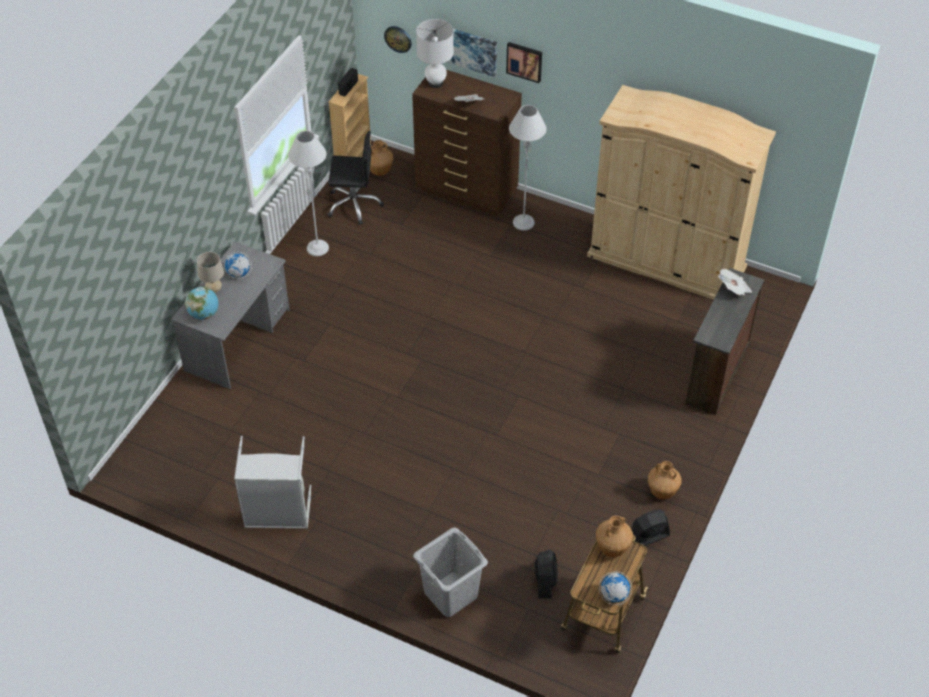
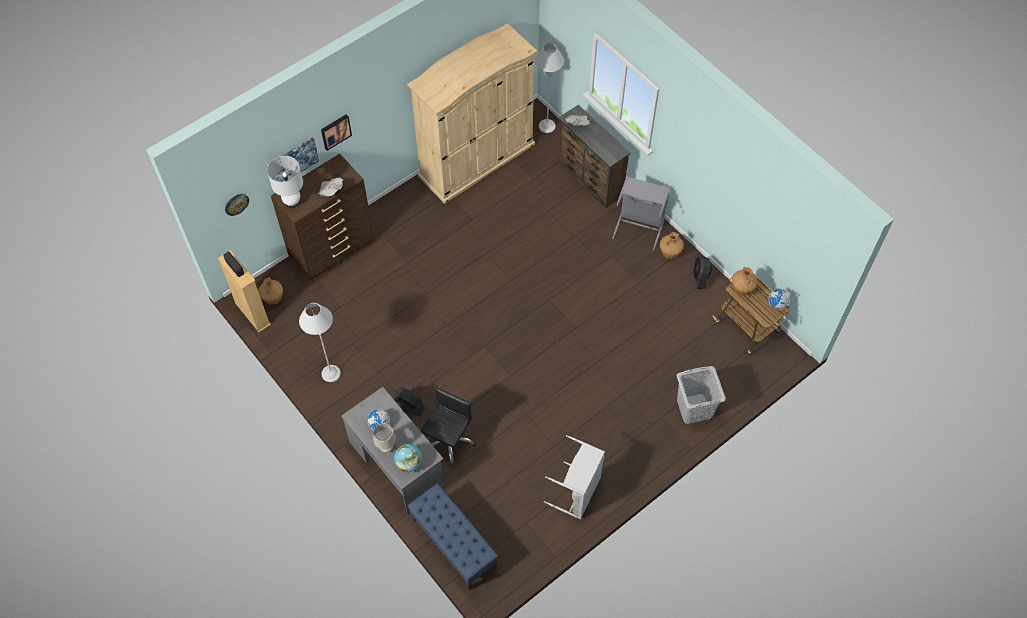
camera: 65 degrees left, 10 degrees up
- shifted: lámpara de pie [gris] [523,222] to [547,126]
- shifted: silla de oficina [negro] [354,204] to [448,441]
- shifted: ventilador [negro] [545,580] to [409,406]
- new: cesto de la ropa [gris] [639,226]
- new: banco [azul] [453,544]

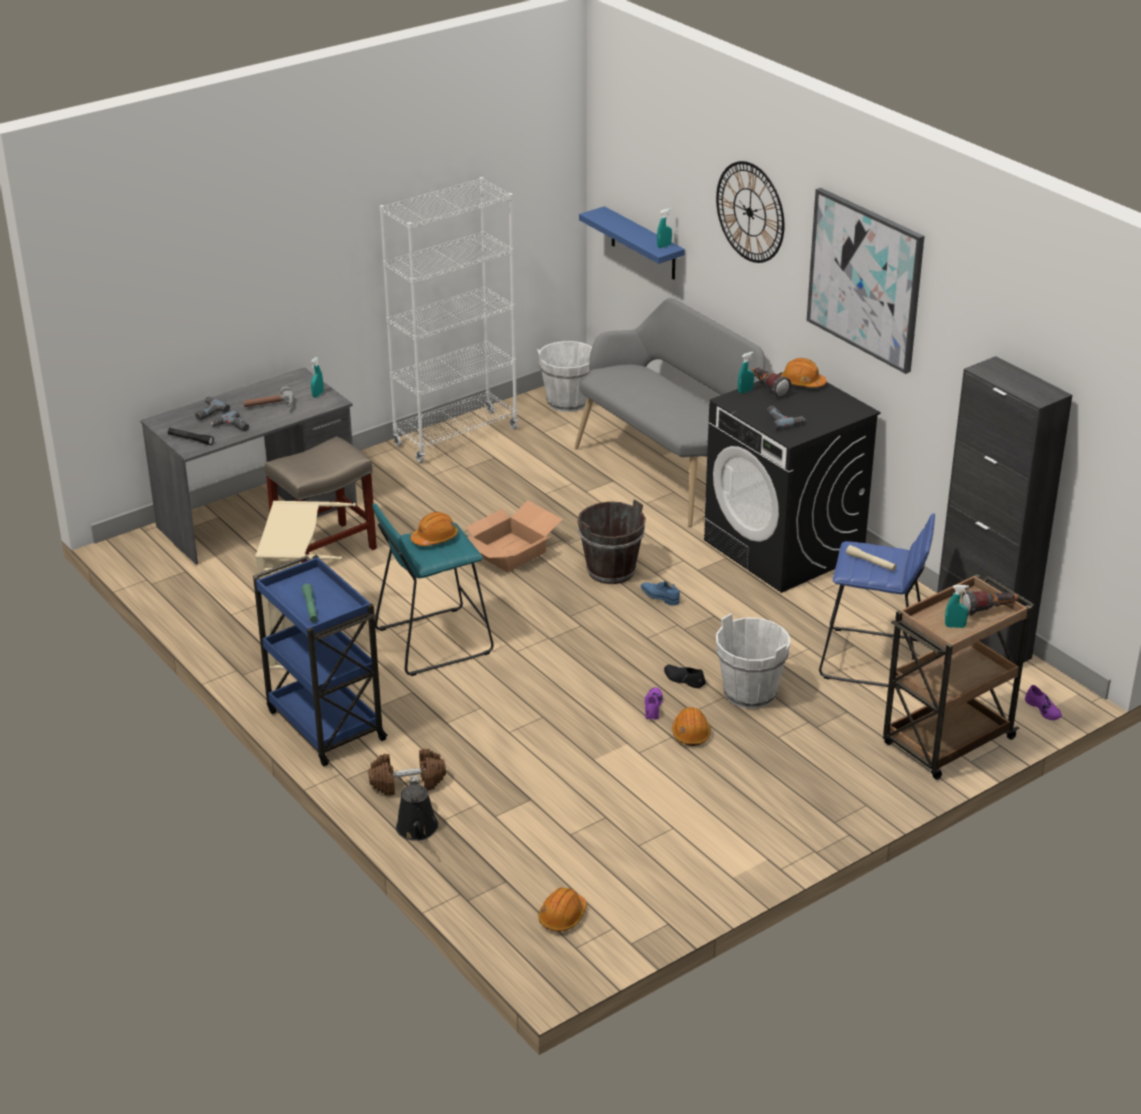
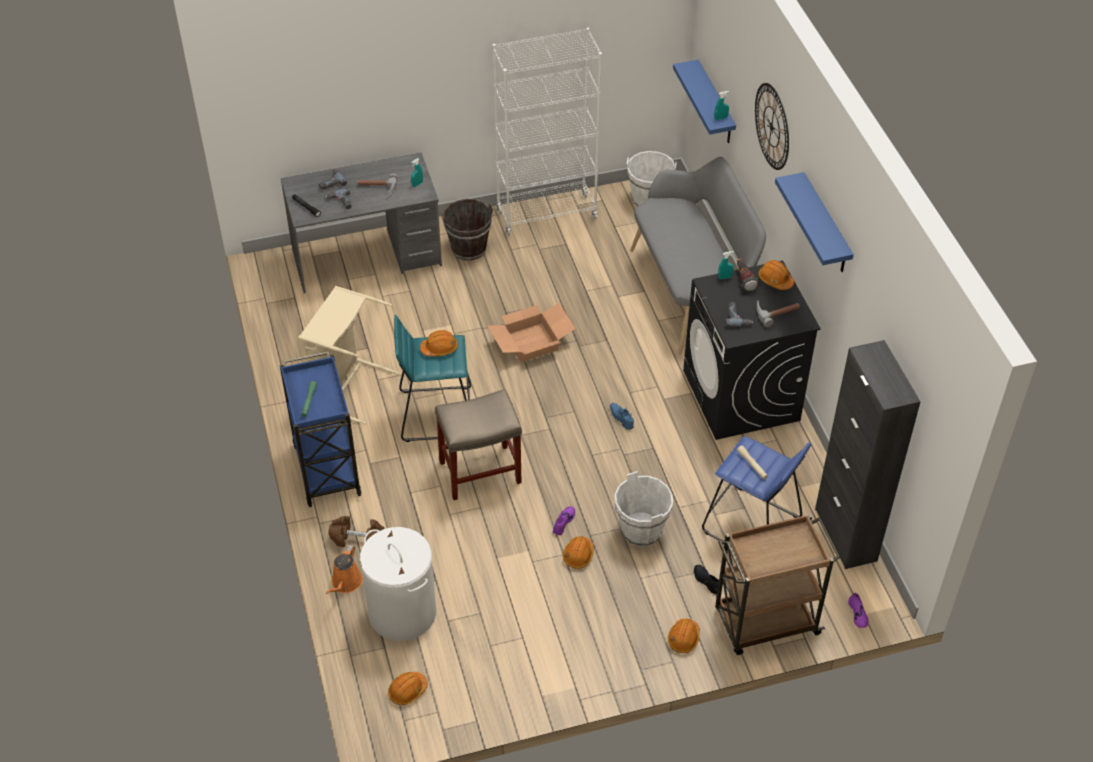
camera: 20 degrees right, 15 degrees up
- swapped: cuadro [865,279] to estante [azul] [826,225]
- shifted: taburete [beis] [326,549] to [481,471]
- shifted: cubo [marrón] [611,571] to [469,248]
- gone: pulverizador [turquesa] [955,626]
- gone: linterna [989,611]
- shifted: zapato [negro] [684,679] to [706,581]
- repainted: regadera [negro] [417,830] to regadera [naranja] [345,583]
- new: martillo [776,312]
- new: cesto de la ropa [blanco] [402,613]
- new: casco [naranja] [683,638]

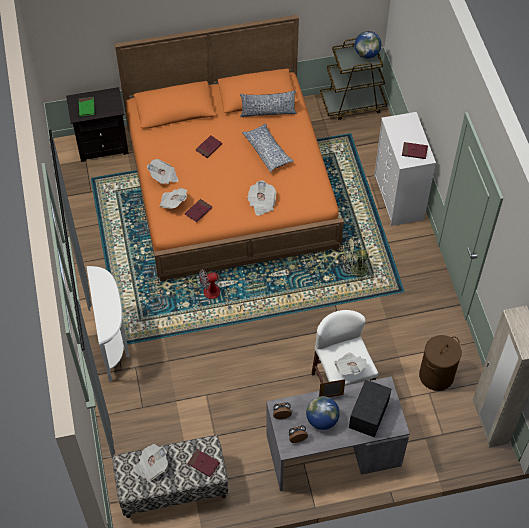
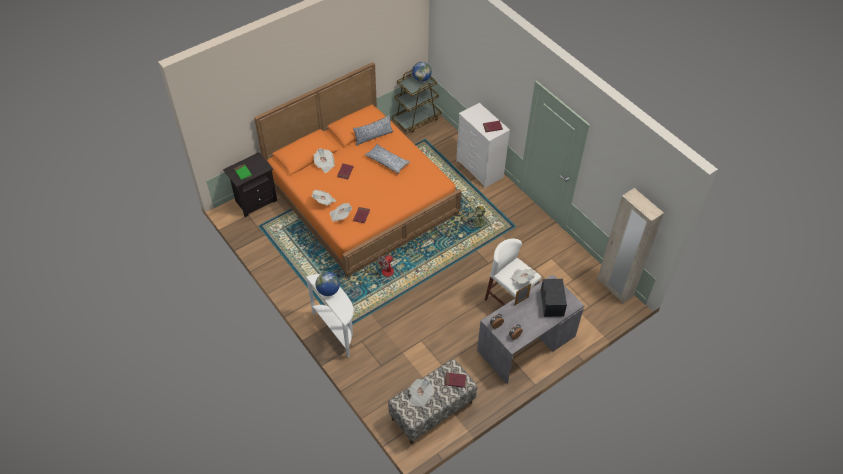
camera: 25 degrees left, 5 degrees down
- shifted: periódico [261,203] to [324,164]
- gone: cesto de la ropa [marrón] [436,375]
- shifted: globo terráqueo [322,420] to [328,290]

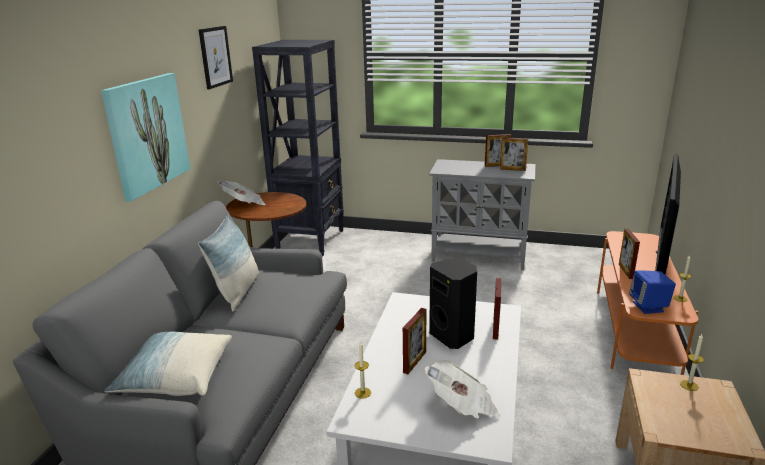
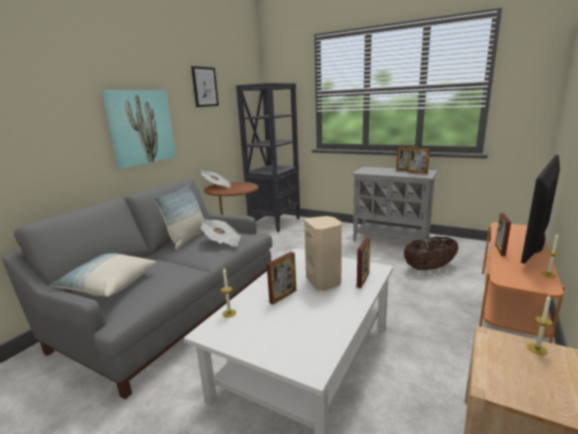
camera: 15 degrees right, 5 degrees down
- repainted: altavoz [negro] [453,336] to altavoz [beis] [324,282]
- gone: altavoz [azul] [648,307]
- shifted: periódico [462,406] to [222,242]
- new: cesta [429,268]

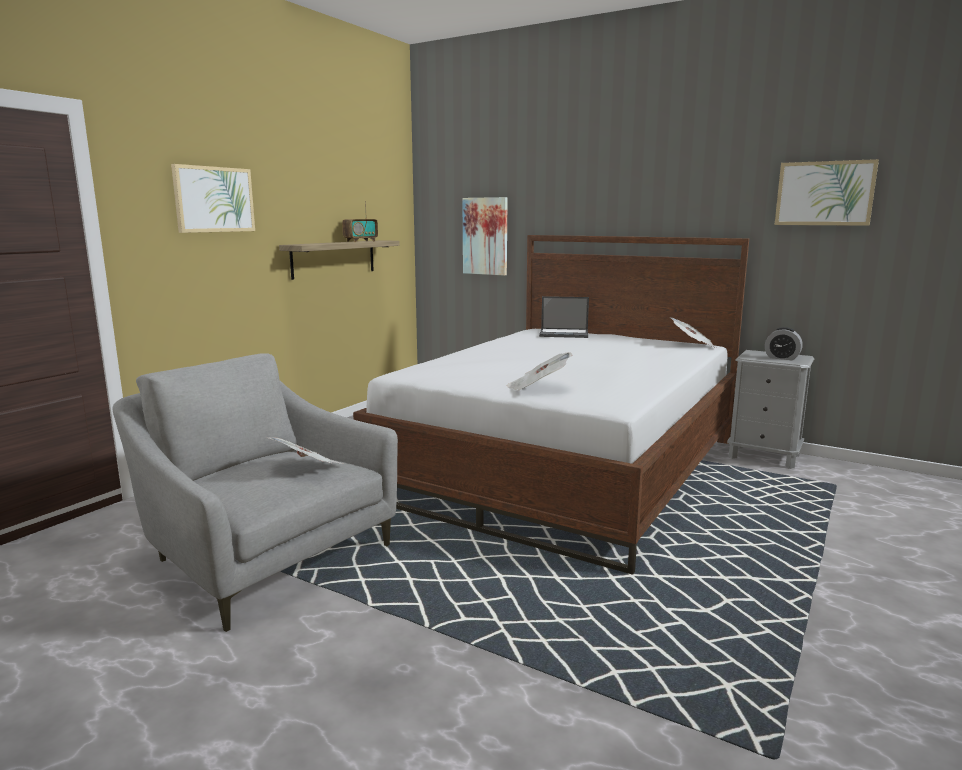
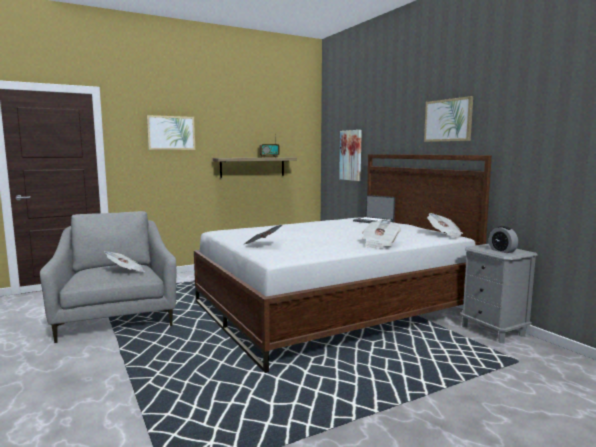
camera: 30 degrees right, 5 degrees down
- shifted: cuadro [824,193] to [448,120]
- new: periódico [379,244]

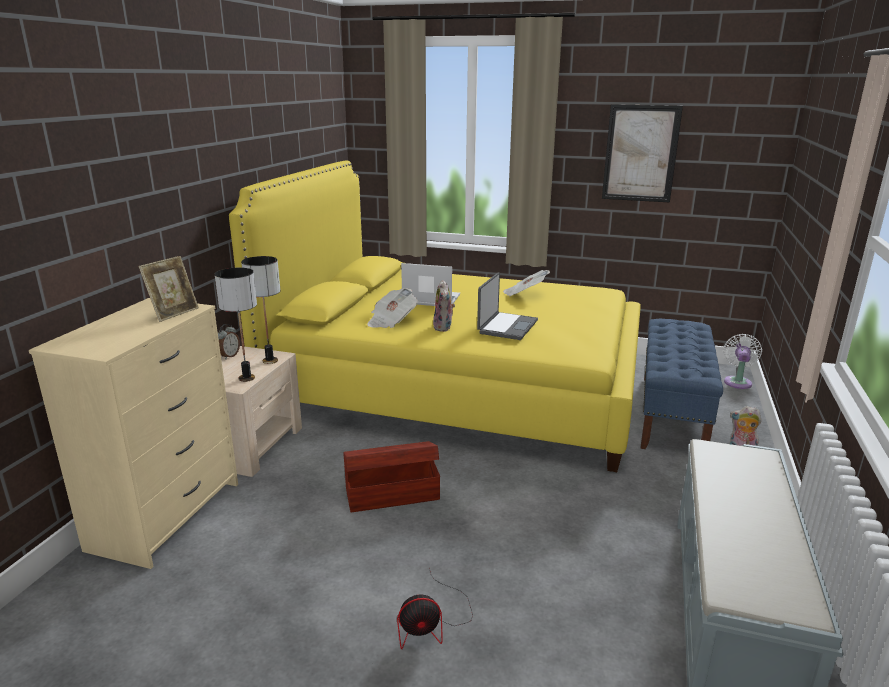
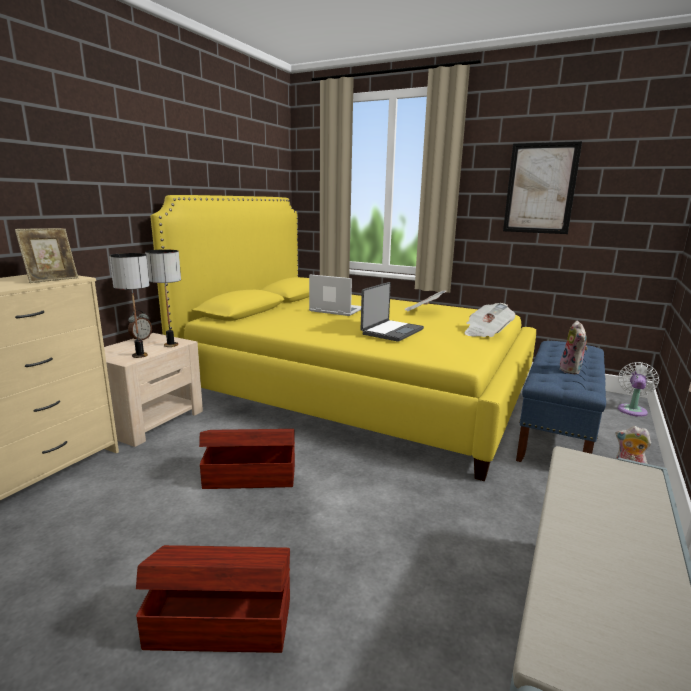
camera: 10 degrees right, 5 degrees down
- shifted: peluche [444,327] to [572,370]
- shifted: periódico [391,321] to [486,333]
- swapped: ventilador [432,623] to caja de almacenaje [marrón] [219,621]

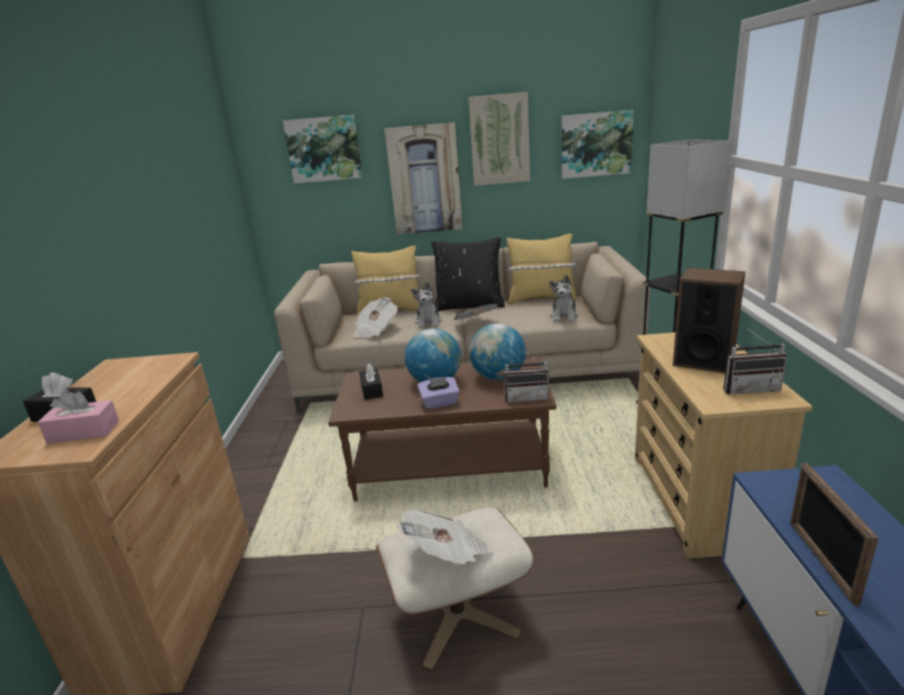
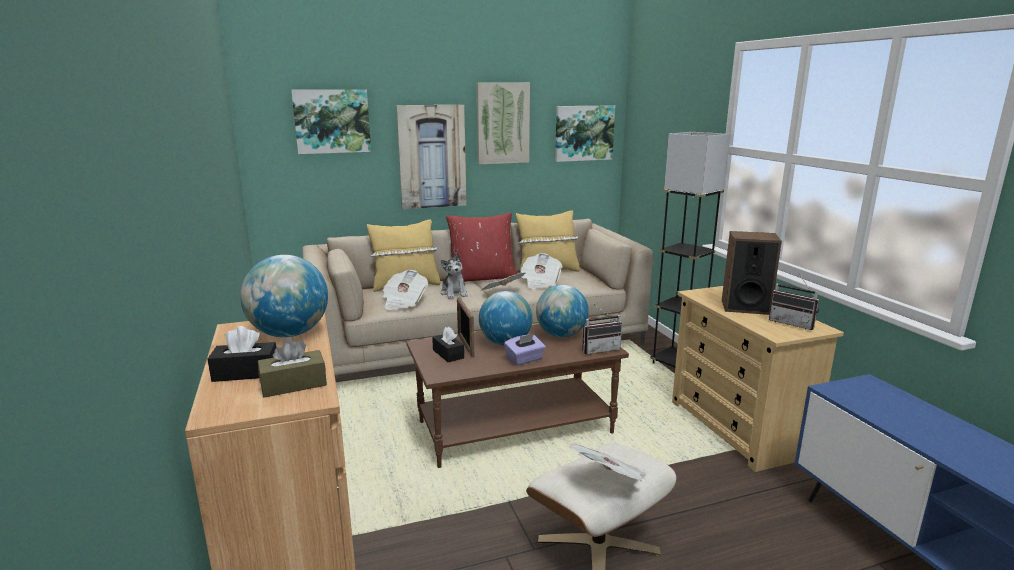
camera: 20 degrees left, 5 degrees down
- repainted: cojín [negro] [469,305] to cojín [rojo] [482,278]
- gone: peluche [564,316]
- rotated: radio [749,388] = [793,323] 60 degrees clockwise
- repainted: caja de pañuelos [rosa] [84,432] to caja de pañuelos [marrón] [293,384]
- shifted: portarretratos [821,561] to [465,345]
- new: periódico [540,282]
- new: globo terráqueo [289,334]

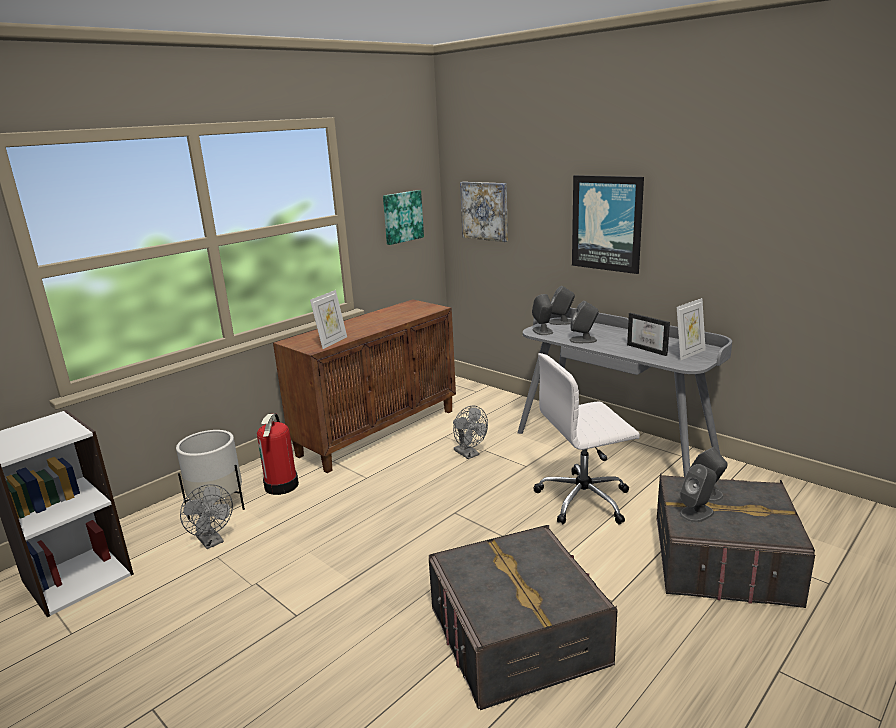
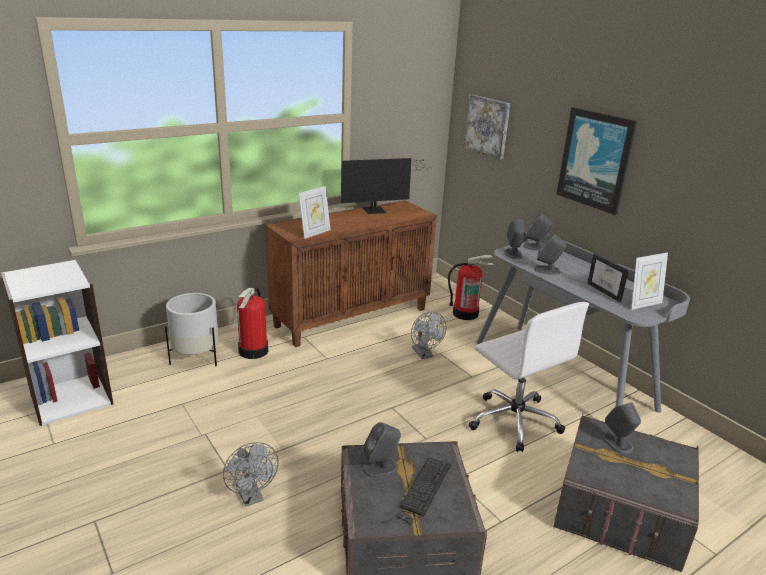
camera: 10 degrees right, 5 degrees up
- gone: cuadro [402,217]
- rotated: silla de oficina [blanco] [585,499] = [514,420] 120 degrees counterclockwise
- shifted: altavoz [gris] [697,513] to [381,467]
- shifted: ventilador [gris] [212,541] to [251,497]
- new: monitor [378,210]
- new: extintor [465,313]
- new: teclado [420,492]

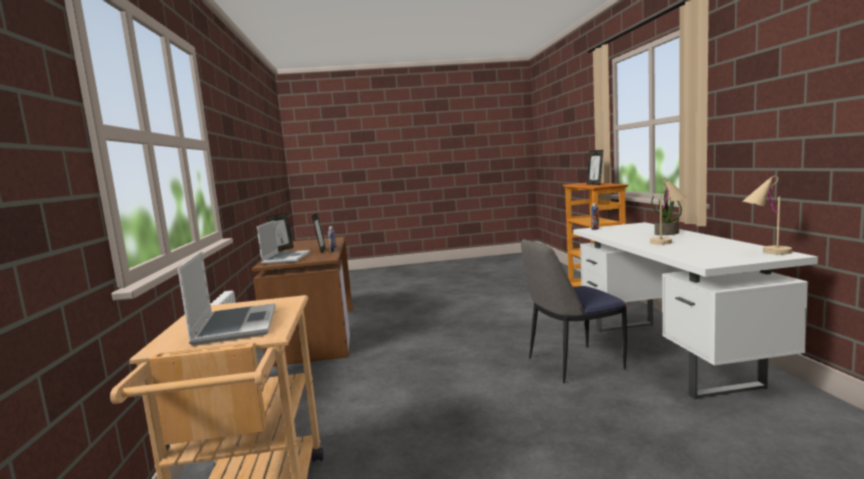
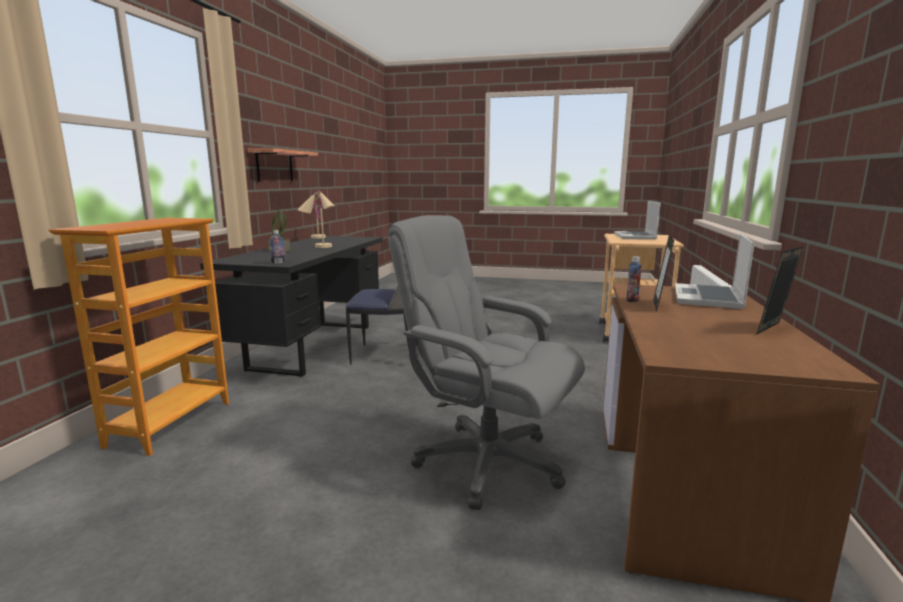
camera: 160 degrees left, 5 degrees up
- gone: portarretratos [595,184]
- repainted: escritorio [blanco] [669,354] to escritorio [negro] [313,346]
- new: estante [274,166]
- new: silla de oficina [gris] [486,462]

